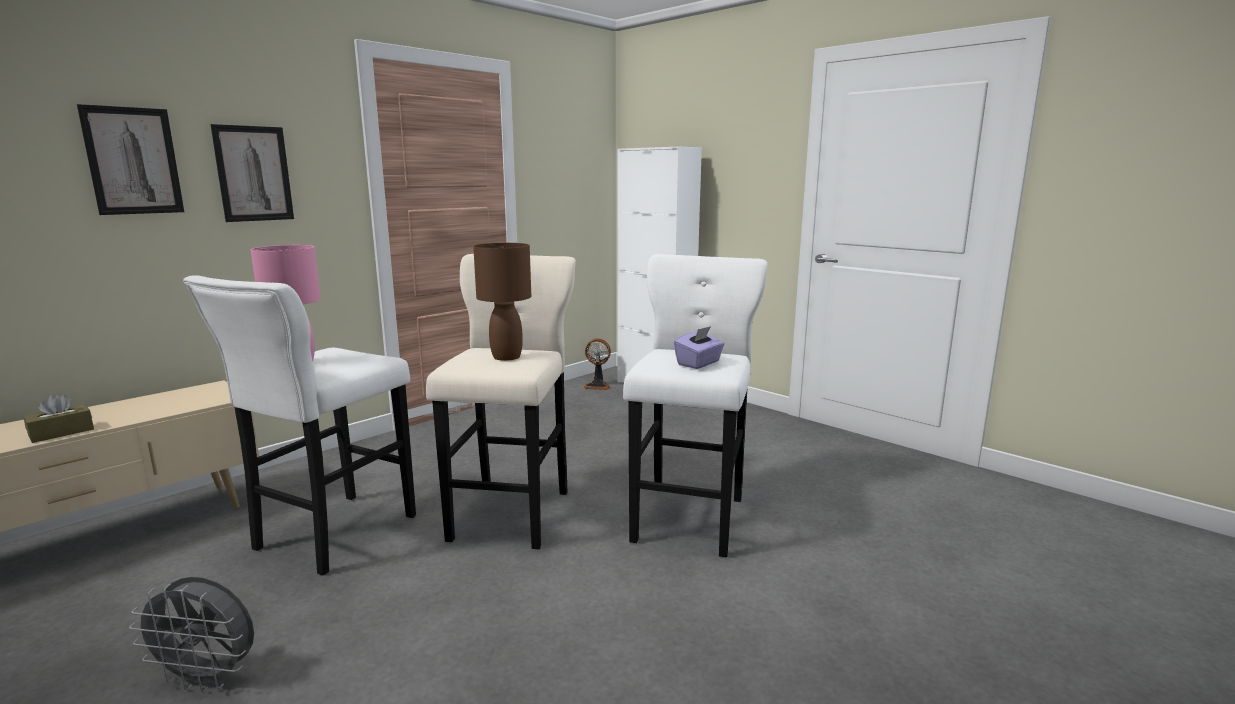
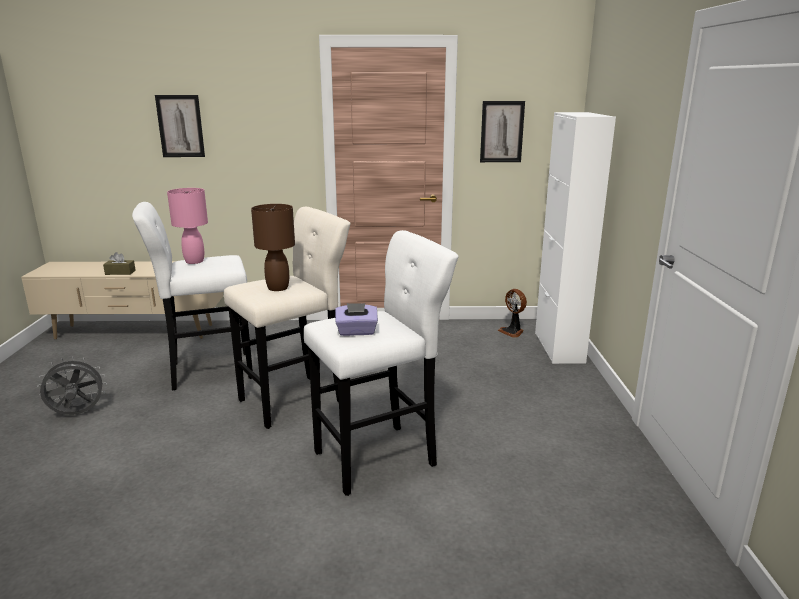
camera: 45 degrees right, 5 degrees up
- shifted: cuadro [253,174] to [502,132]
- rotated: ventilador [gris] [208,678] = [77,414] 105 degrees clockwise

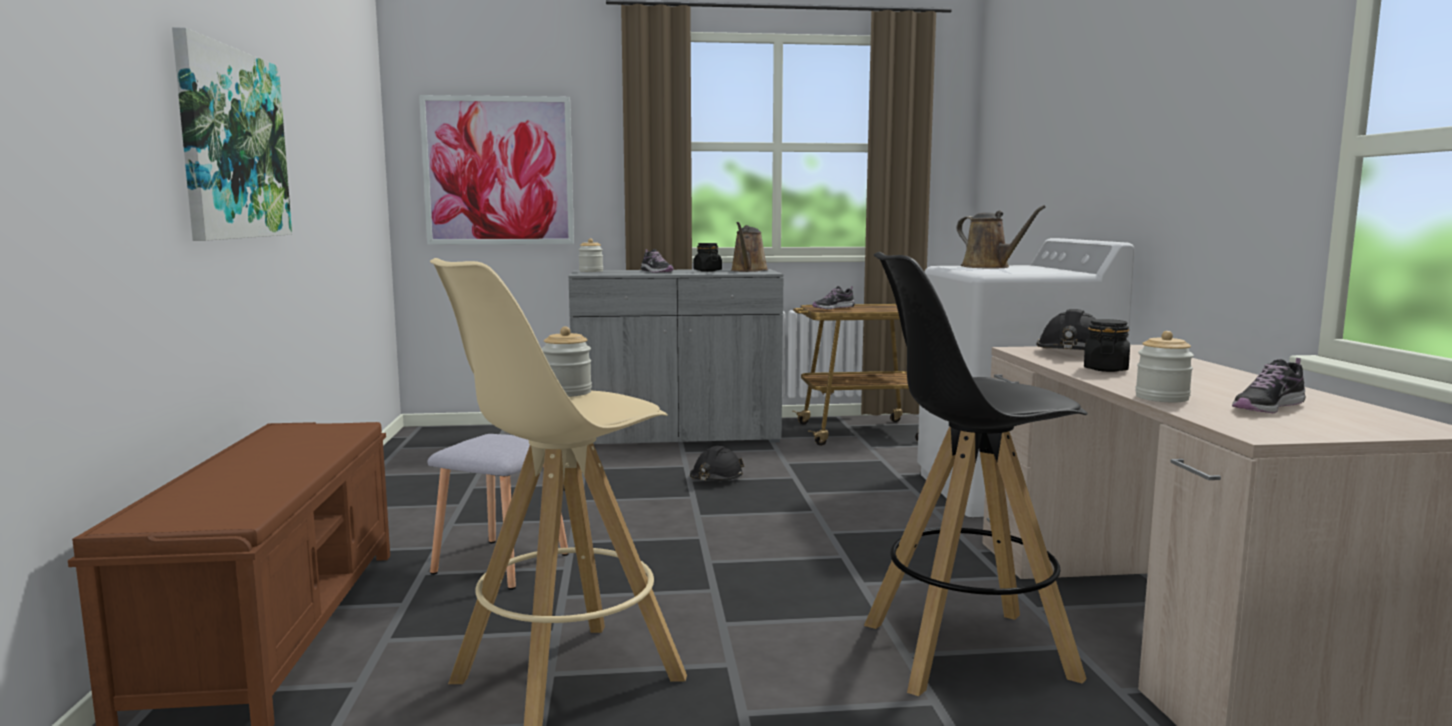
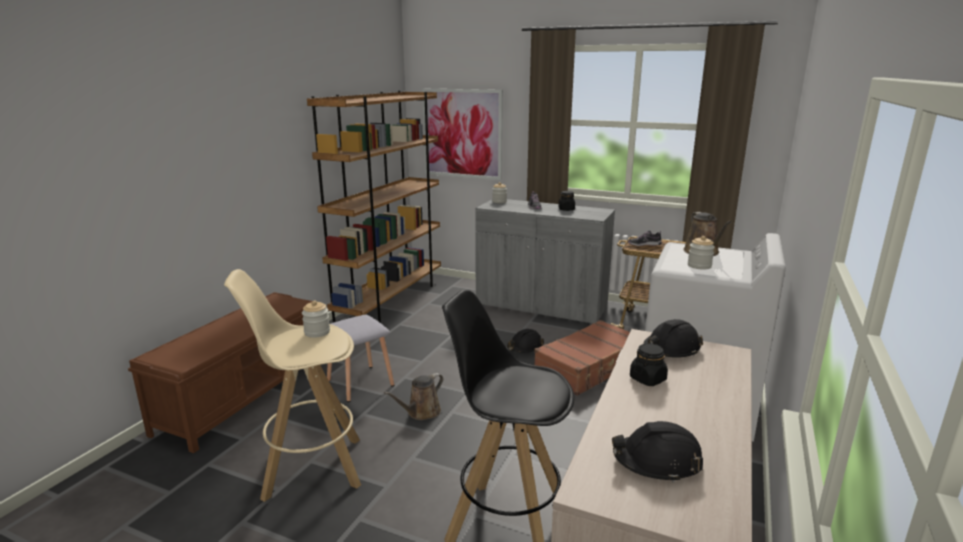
camera: 30 degrees right, 10 degrees up
- gone: cuadro [232,144]
- shifted: regadera [marrón] [748,270] to [421,413]
- shifted: tarro [1162,398] to [699,266]
- swapped: zapato [1267,407] to casco [negro] [657,462]
- new: estantería [marrón] [390,299]
- new: maleta [marrón] [589,367]

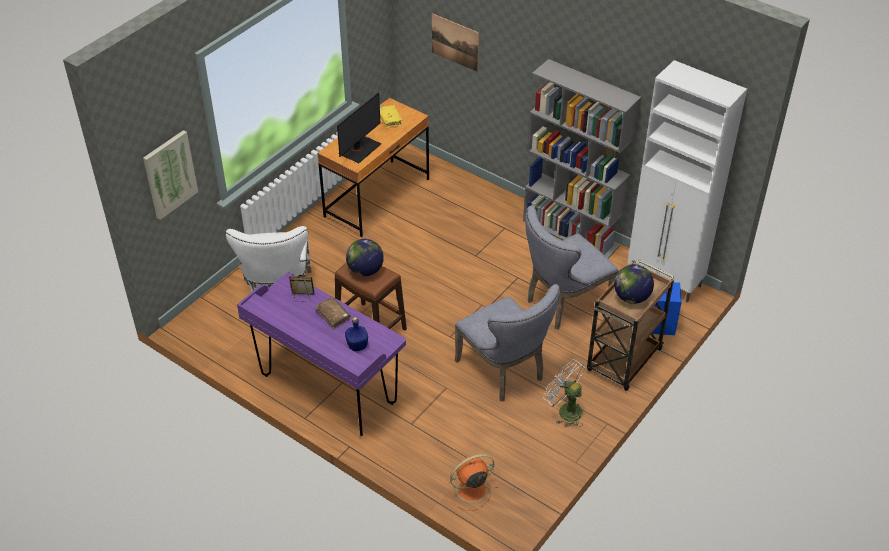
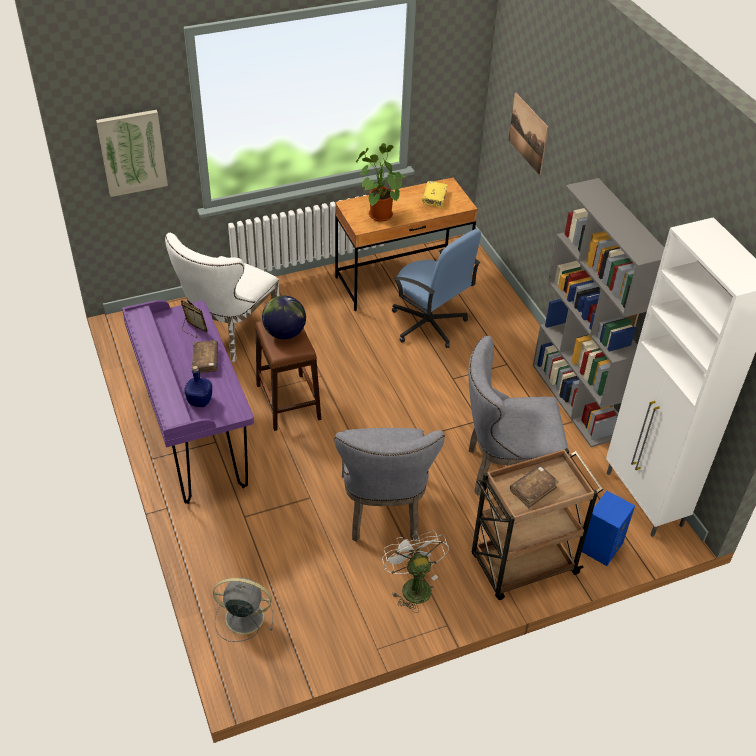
camera: 30 degrees right, 0 degrees up
- swapped: monitor [359,149] to planta en maceta [378,214]
- swapped: globo terráqueo [631,297] to libro [marrón] [533,490]
- repainted: ventilador [naranja] [470,490] to ventilador [gris] [242,617]
- new: silla de oficina [azul] [429,325]

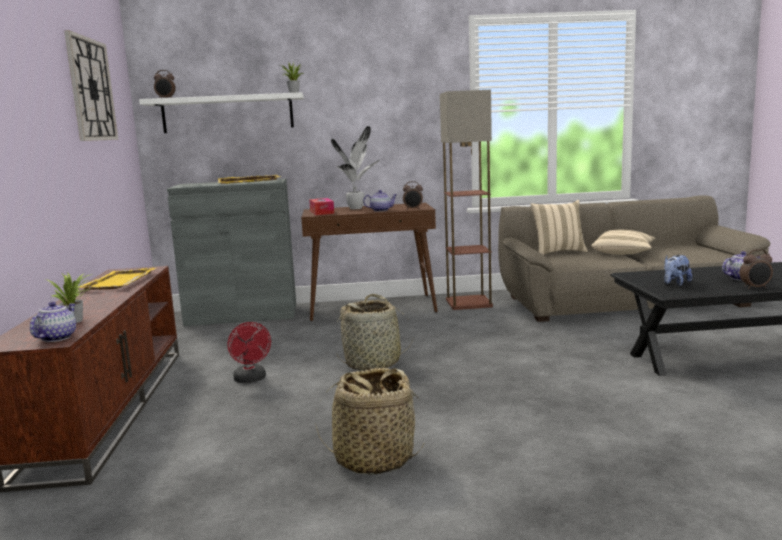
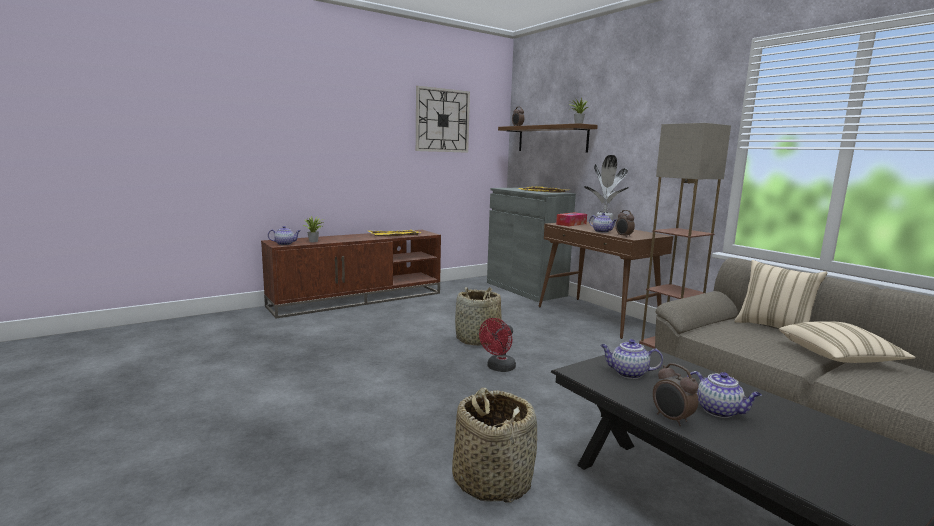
camera: 60 degrees right, 0 degrees up
- repainted: estante [blanco] [228,113] to estante [marrón] [552,139]
- swapped: peluche [675,284] to tetera [628,373]
- shifted: ventilador [rojo] [251,379] to [498,368]
- shifted: cesta [373,458] to [492,480]

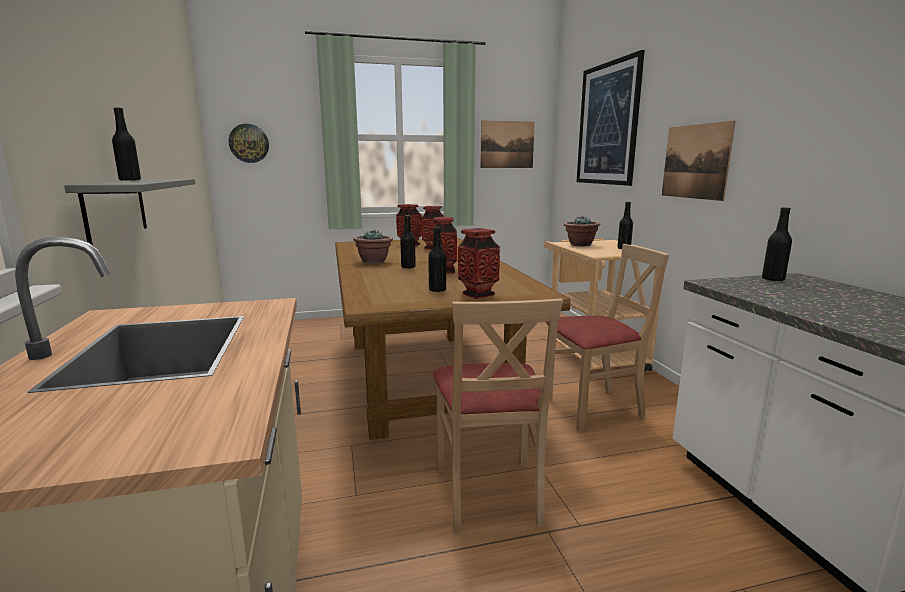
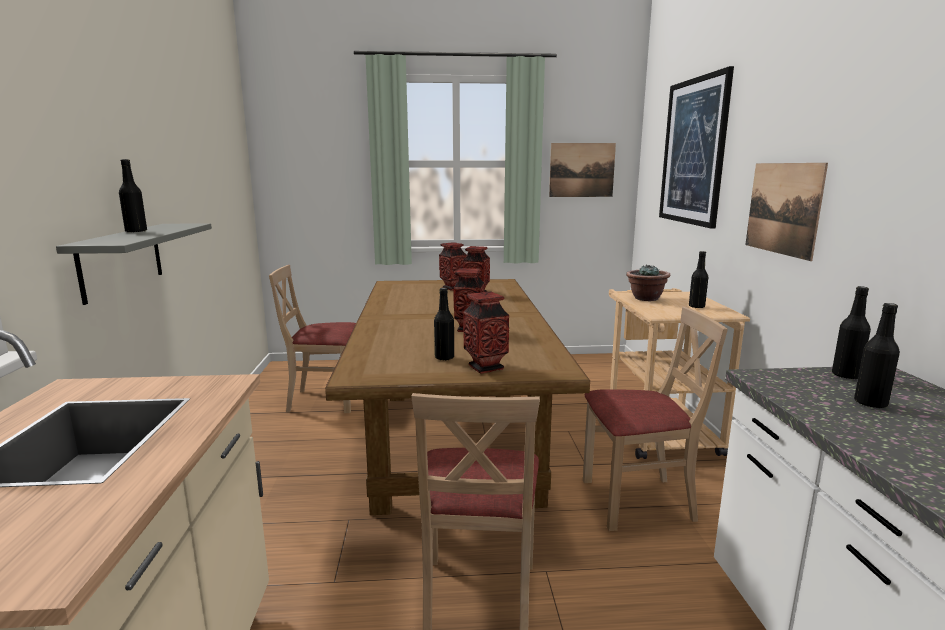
camera: 10 degrees right, 0 degrees up
- gone: reloj de pared [249,143]
- shifted: botella [negro] [408,267] to [870,403]
- gone: planta en maceta [374,261]
- new: silla [beis] [325,400]

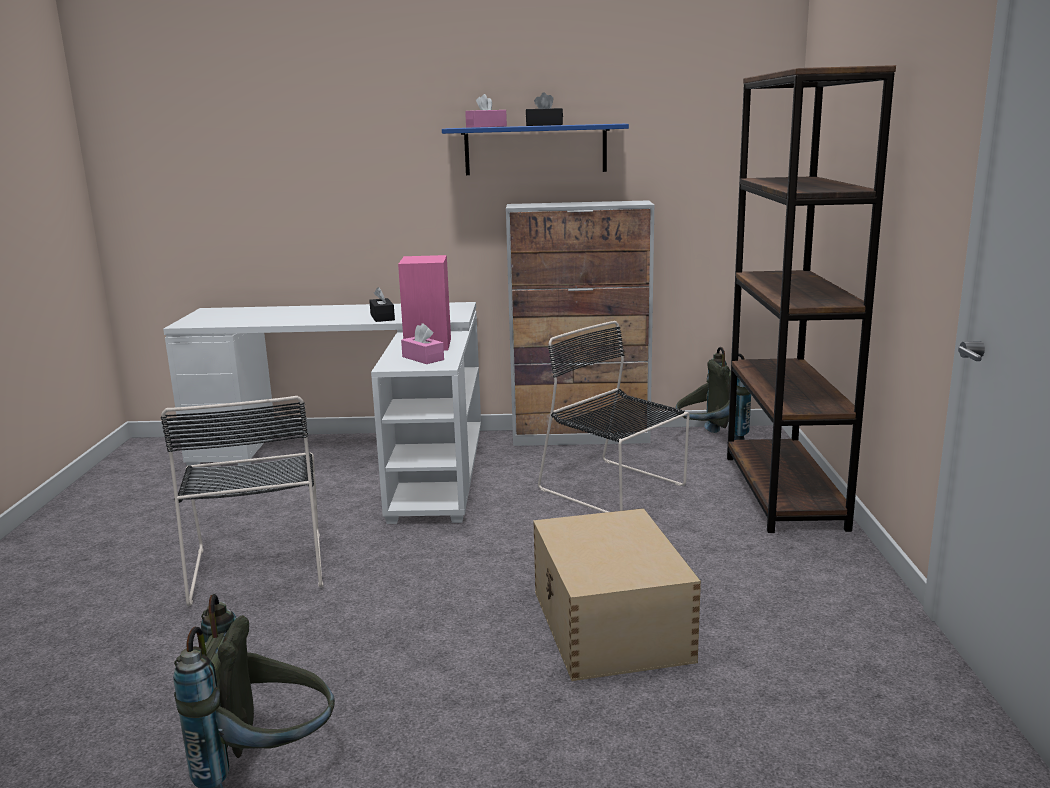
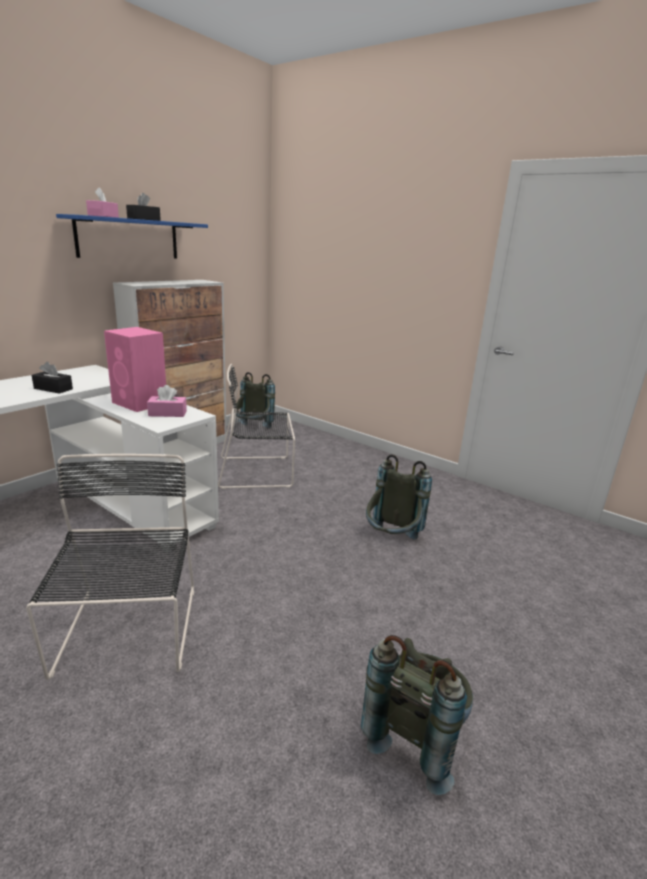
camera: 55 degrees left, 5 degrees up
- gone: estantería [marrón] [783,491]
- rotated: silla [negro] [258,564] = [127,634] 120 degrees counterclockwise
- swapped: caja de almacenaje [beis] [610,626] to mochila [gris] [390,541]

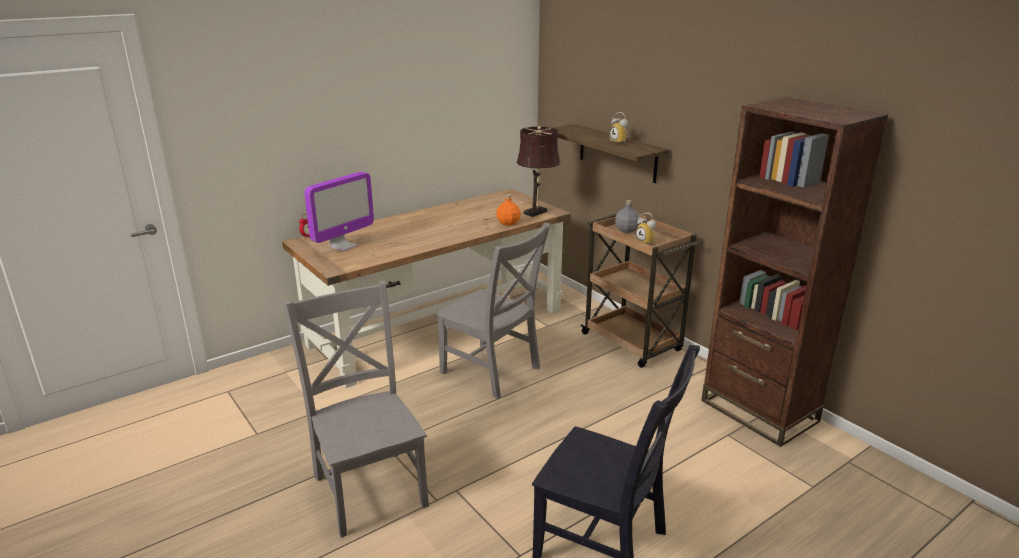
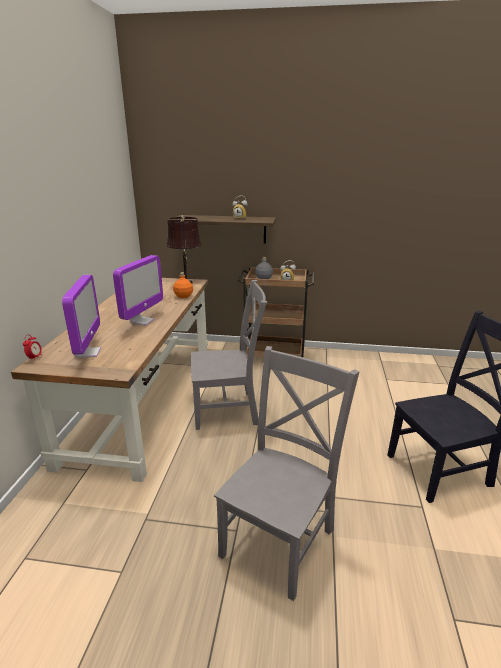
camera: 45 degrees left, 0 degrees up
- gone: estantería [marrón] [759,411]
- rotated: silla [gris] [369,487] = [280,538] 105 degrees clockwise
- new: monitor [142,321]

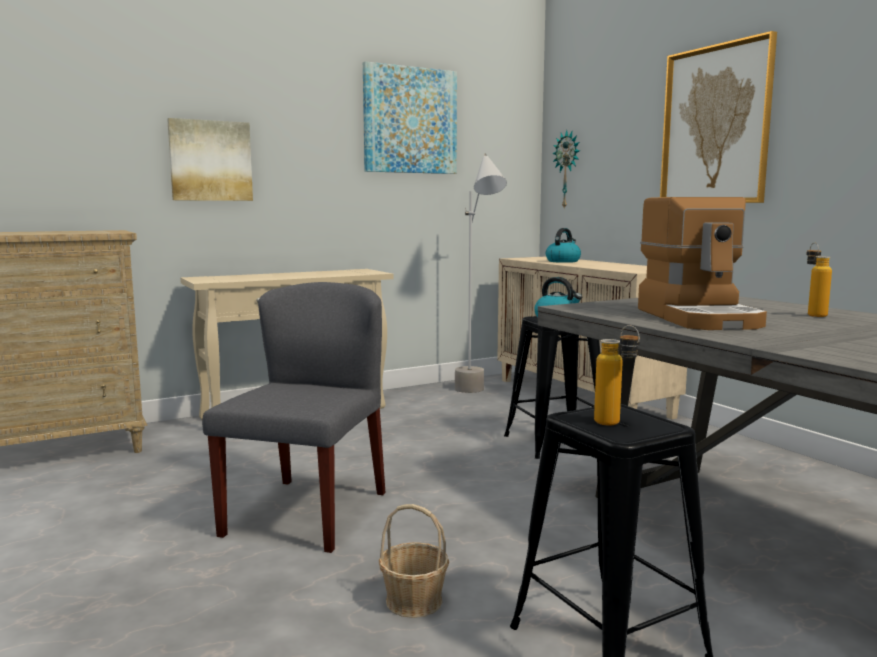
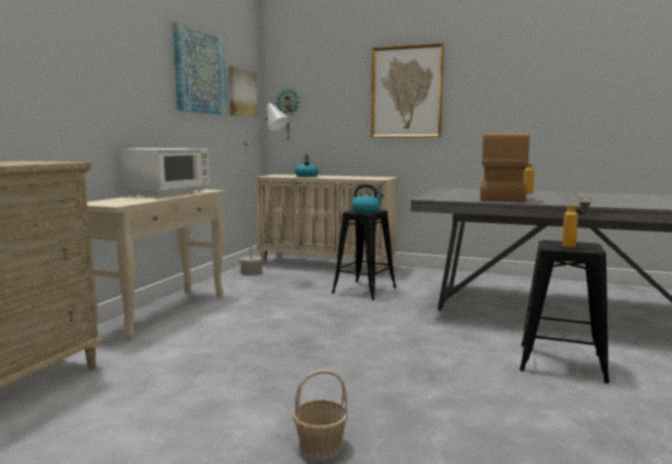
camera: 40 degrees left, 0 degrees up
- shifted: cuadro [210,161] to [241,93]
- rotated: cafetera [699,318] = [500,197] 120 degrees counterclockwise
- gone: silla [gris] [306,512]
- shifted: cesta [413,601] to [320,445]
- new: microondas [blanco] [170,193]

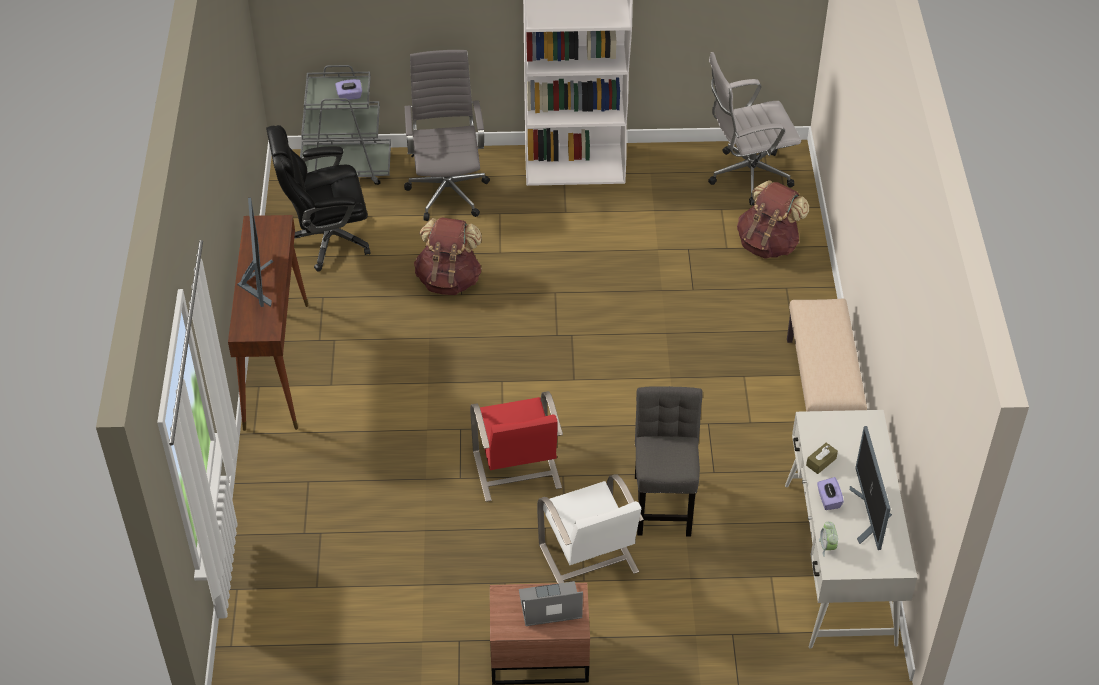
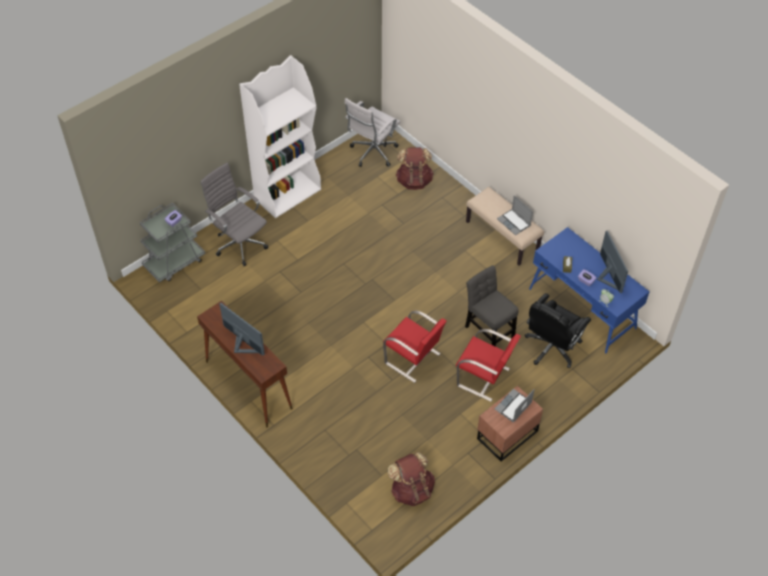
camera: 40 degrees left, 5 degrees up
- shifted: silla de oficina [negro] [327,239] to [551,347]
- shifted: mochila [marrón] [449,279] to [411,490]
- repainted: escritorio [blanco] [839,562] to escritorio [azul] [582,308]
- rotated: monitor [869,516] = [607,277] 150 degrees counterclockwise
- repainted: silla [blanco] [588,560] to silla [rojo] [484,378]
- new: portátil [514,222]

